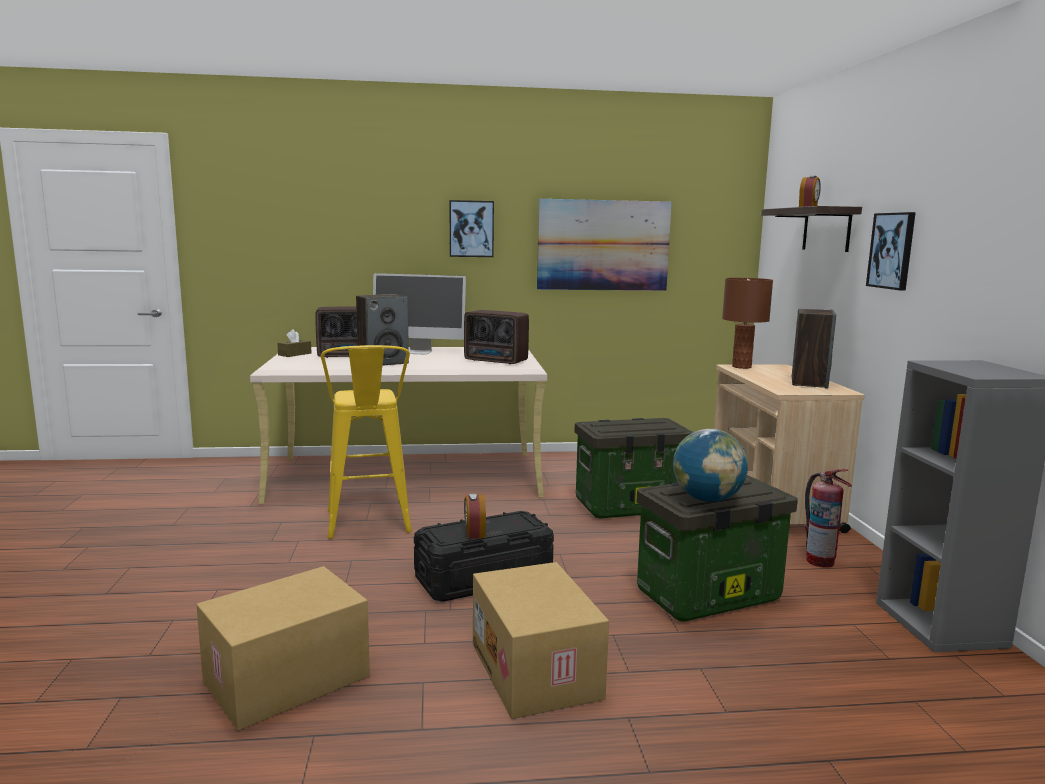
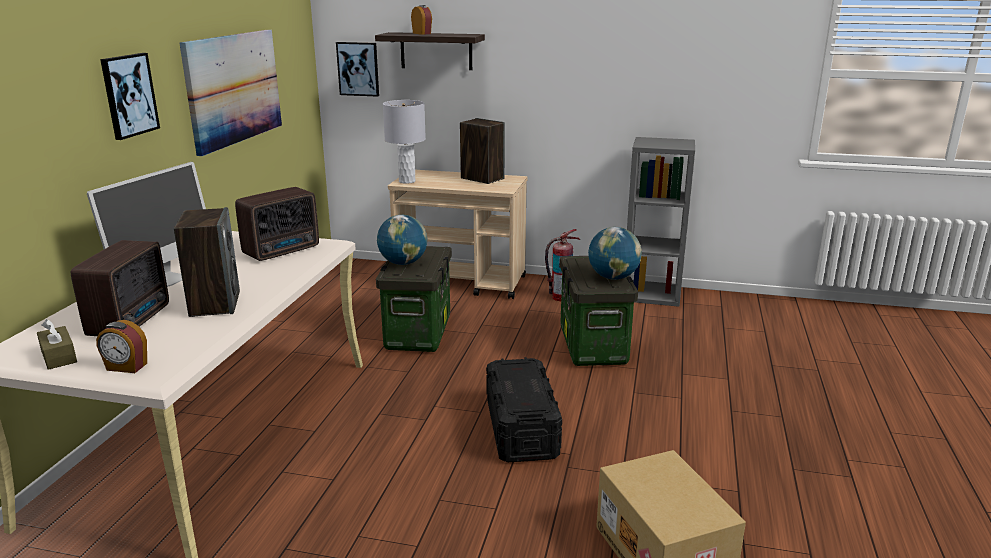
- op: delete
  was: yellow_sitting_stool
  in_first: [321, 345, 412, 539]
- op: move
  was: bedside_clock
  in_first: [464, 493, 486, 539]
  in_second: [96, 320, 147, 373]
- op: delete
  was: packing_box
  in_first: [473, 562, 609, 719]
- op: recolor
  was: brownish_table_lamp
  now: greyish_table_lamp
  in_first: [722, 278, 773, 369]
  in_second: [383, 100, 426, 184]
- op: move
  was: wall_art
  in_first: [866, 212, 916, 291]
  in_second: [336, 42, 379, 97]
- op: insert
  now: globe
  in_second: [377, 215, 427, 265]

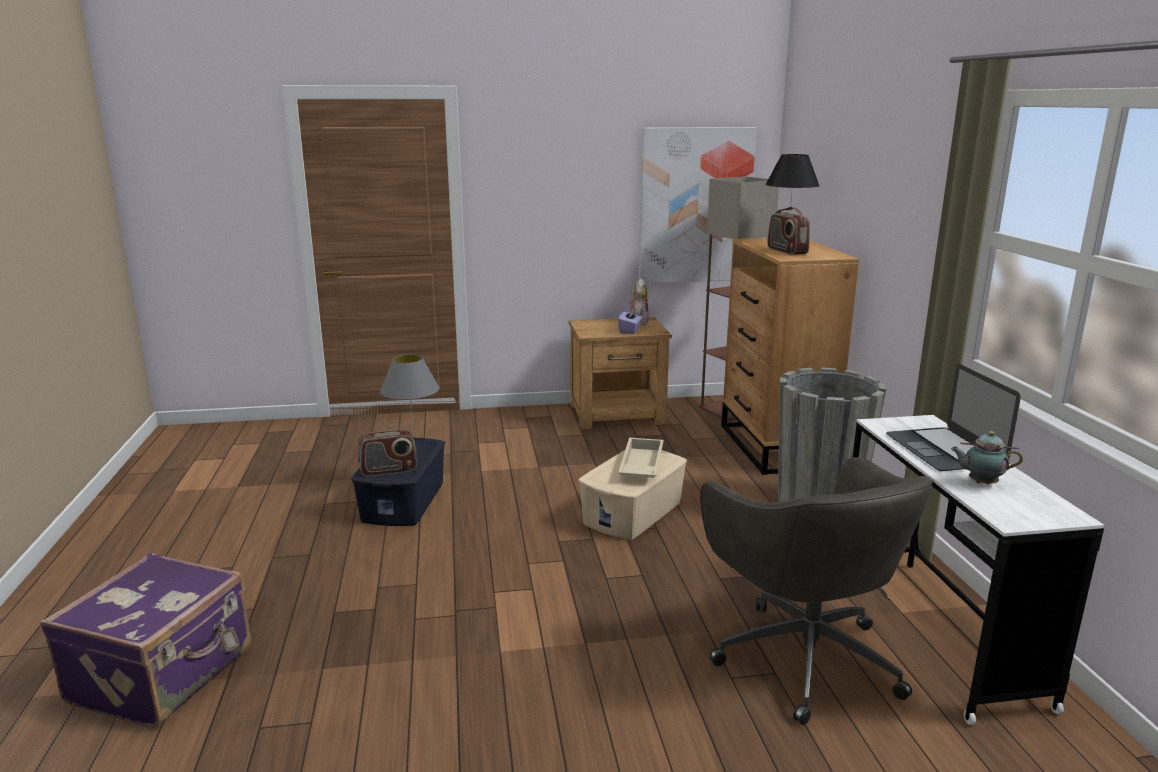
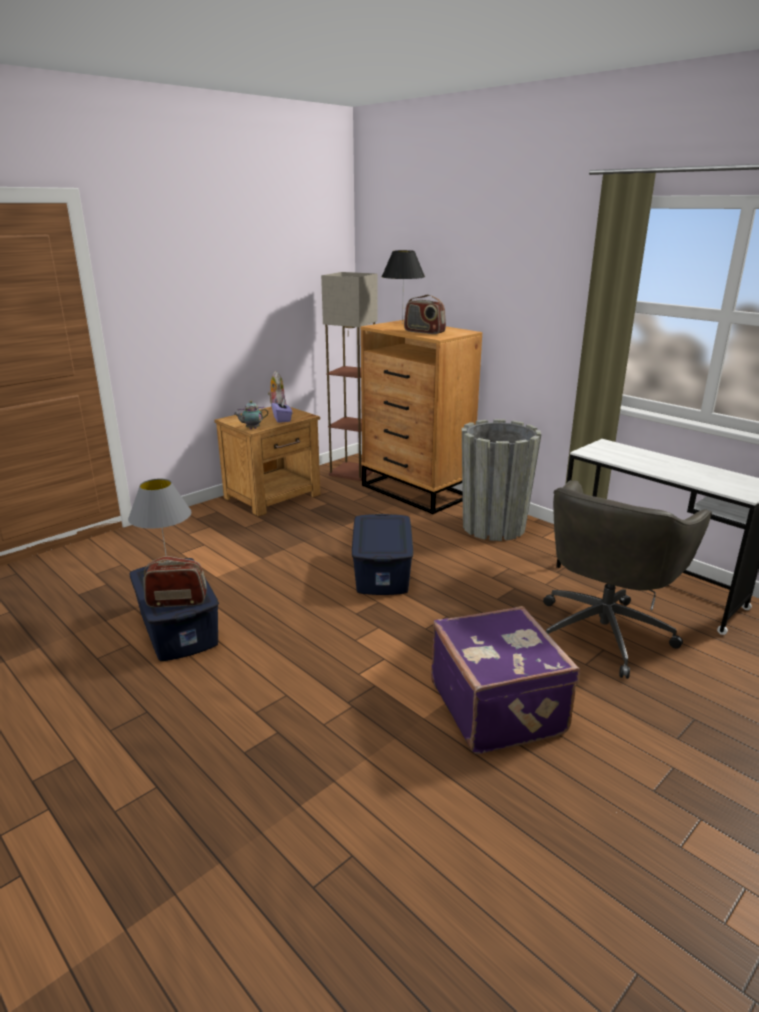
- op: move
  was: purple_piece_of_luggage
  in_first: [40, 553, 251, 728]
  in_second: [431, 606, 580, 754]
- op: rotate
  was: radio_receiver
  in_first: [358, 425, 417, 476]
  in_second: [143, 556, 207, 607]
  clockwise: -135
- op: recolor
  was: beige_storage_bin
  now: blue-coloured_storage_bin
  in_first: [578, 450, 687, 540]
  in_second: [352, 514, 413, 595]
- op: delete
  was: beige_serving_tray
  in_first: [618, 438, 664, 478]
- op: delete
  was: wall_art
  in_first: [639, 127, 756, 283]
- op: rotate
  was: greyish_computer_chair
  in_first: [700, 457, 934, 725]
  in_second: [543, 480, 712, 679]
  clockwise: 90
- op: delete
  was: laptop
  in_first: [886, 364, 1021, 471]
- op: move
  was: teapot
  in_first: [951, 431, 1023, 484]
  in_second: [234, 401, 268, 429]

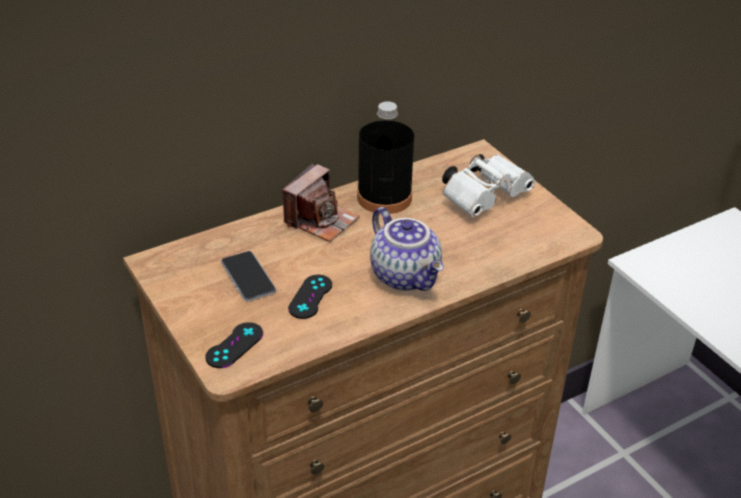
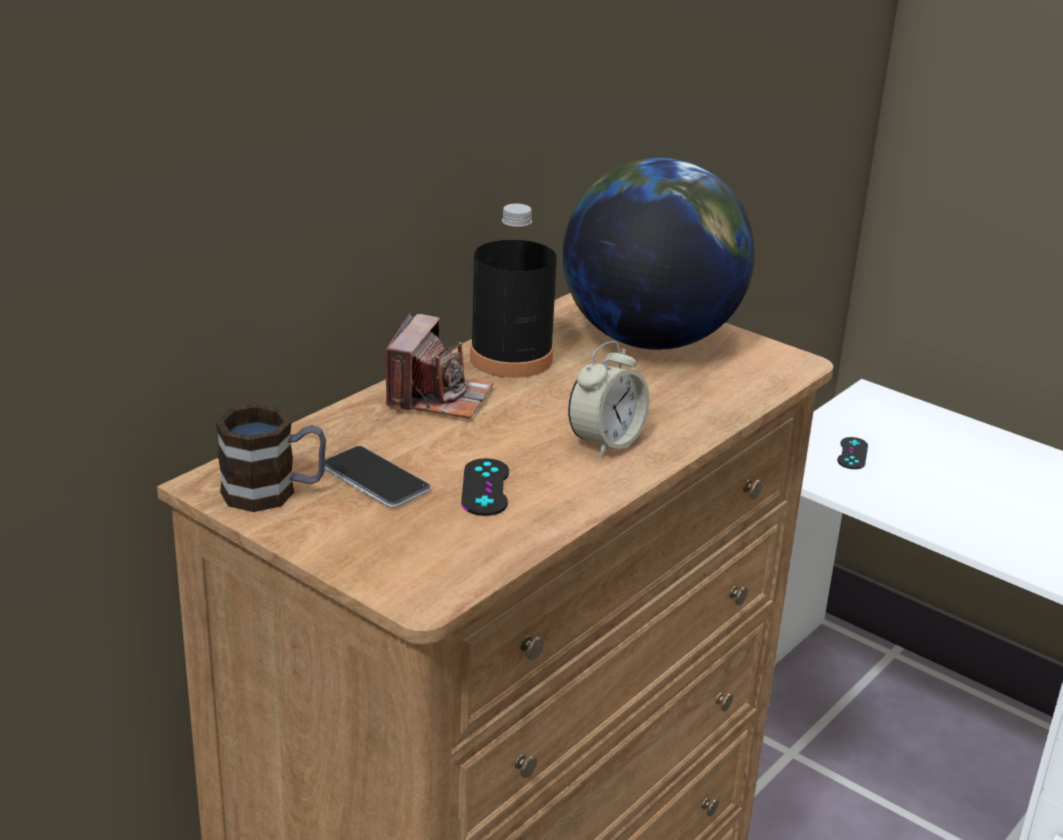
- op: move
  was: black-coloured_game_controller
  in_first: [205, 322, 263, 368]
  in_second: [837, 437, 868, 469]
- op: replace
  was: teapot
  now: bedside_clock
  in_first: [370, 207, 444, 291]
  in_second: [568, 341, 649, 457]
- op: replace
  was: whitish_pair_of_binoculars
  now: globe
  in_first: [442, 154, 535, 217]
  in_second: [563, 158, 755, 350]
- op: insert
  now: coffee_mug
  in_second: [216, 404, 326, 512]

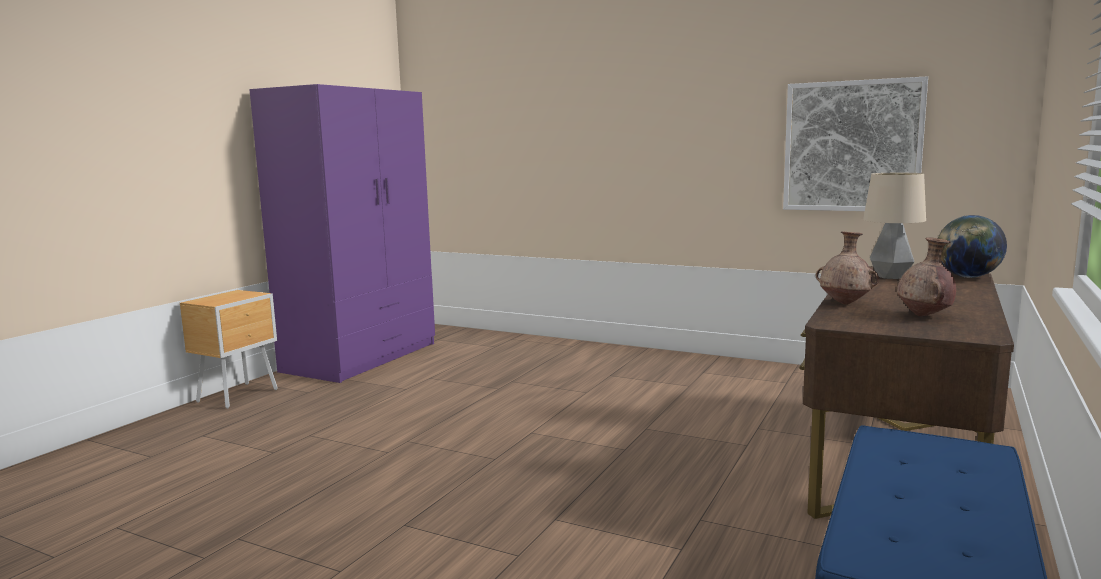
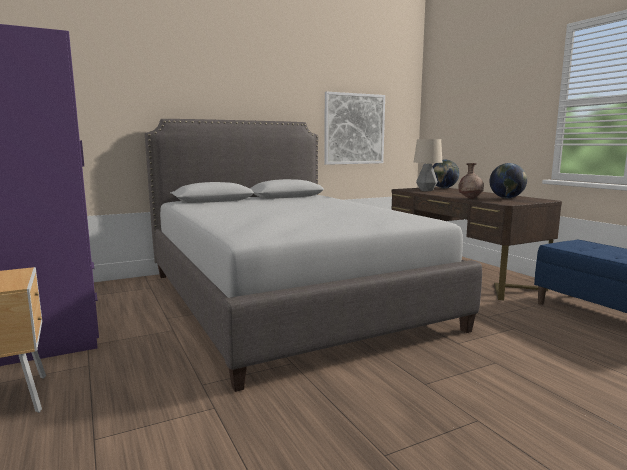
- op: replace
  was: brownish_decorative_vase
  now: globe
  in_first: [897, 237, 956, 316]
  in_second: [489, 163, 527, 198]
- op: insert
  now: greyish_sleeping_bed
  in_second: [145, 119, 482, 392]

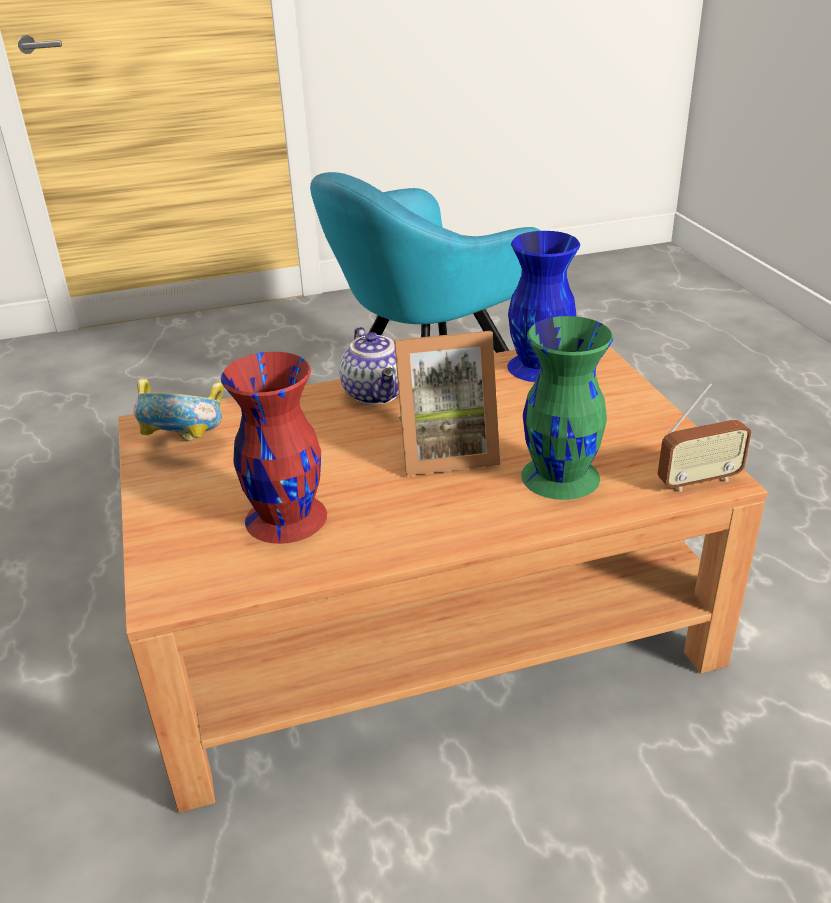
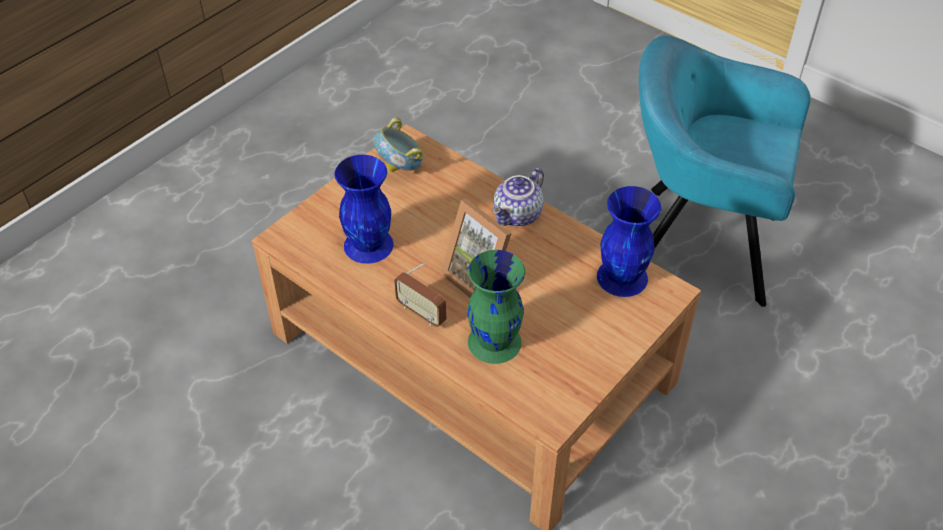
- op: recolor
  was: red_decorative_vase
  now: blue-coloured_decorative_vase
  in_first: [221, 352, 327, 544]
  in_second: [335, 155, 393, 264]
- op: move
  was: radio_receiver
  in_first: [658, 383, 752, 492]
  in_second: [394, 263, 446, 327]

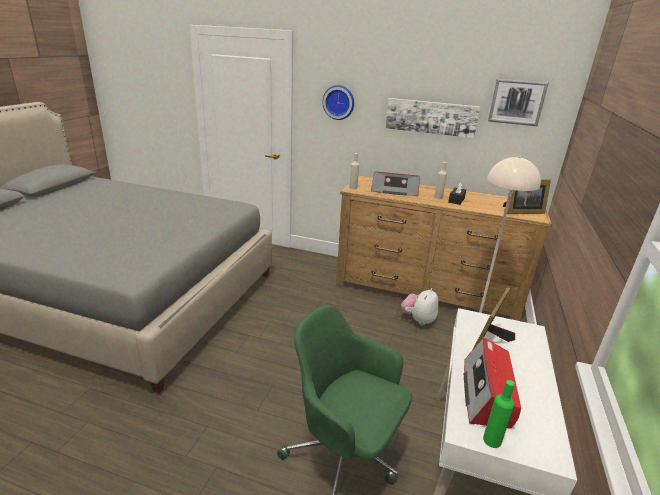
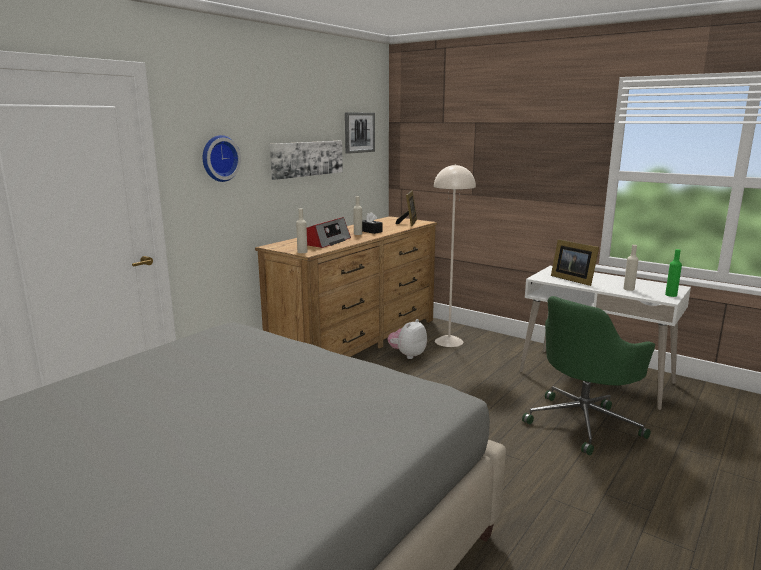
- op: rotate
  was: plush_toy
  in_first: [401, 288, 439, 326]
  in_second: [388, 319, 427, 359]
  clockwise: 75
- op: replace
  was: radio_receiver
  now: beige_bottle
  in_first: [464, 337, 521, 429]
  in_second: [623, 245, 639, 291]

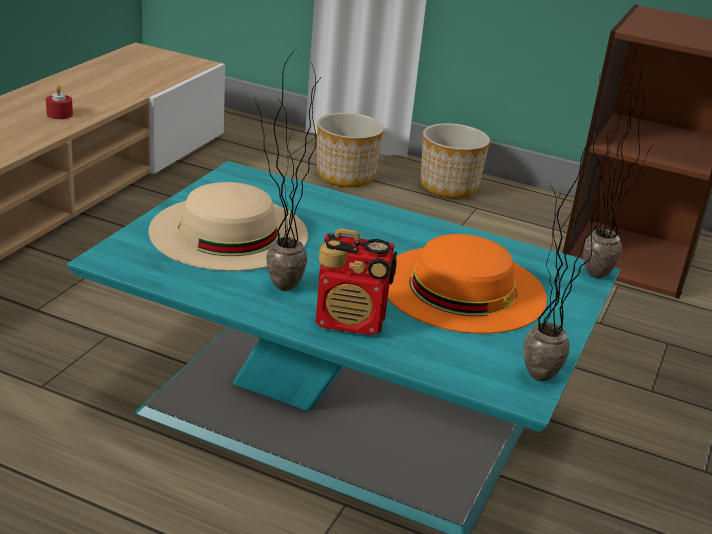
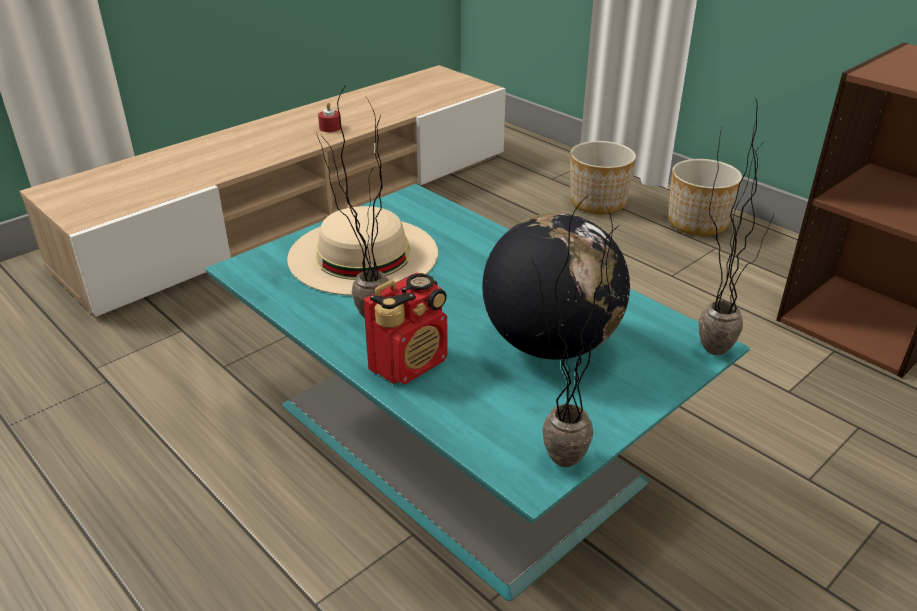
- op: rotate
  was: radio_receiver
  in_first: [316, 229, 397, 335]
  in_second: [363, 273, 448, 384]
  clockwise: -75
- op: replace
  was: orangey_wearable_hat
  now: globe
  in_first: [388, 234, 547, 334]
  in_second: [482, 213, 630, 360]

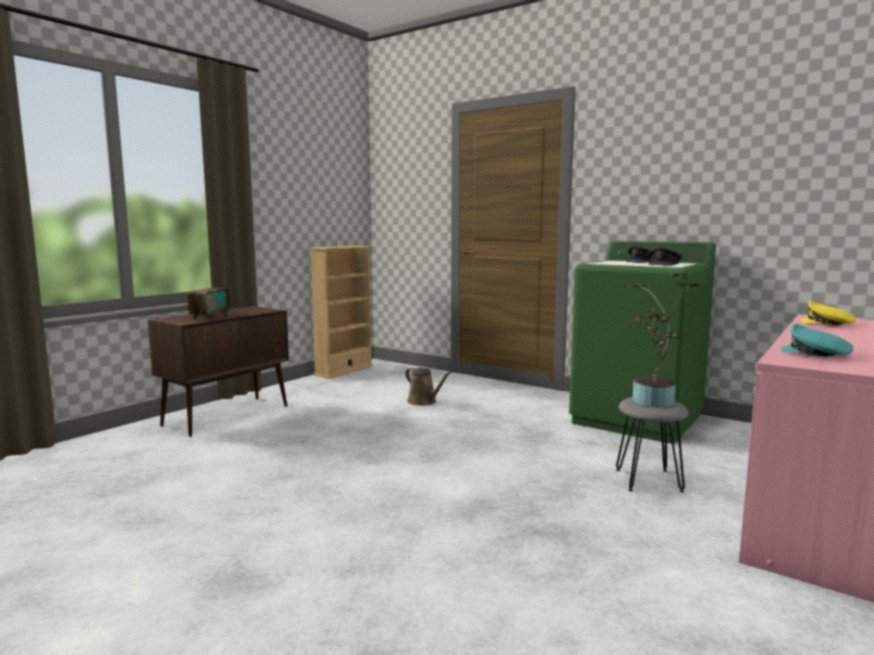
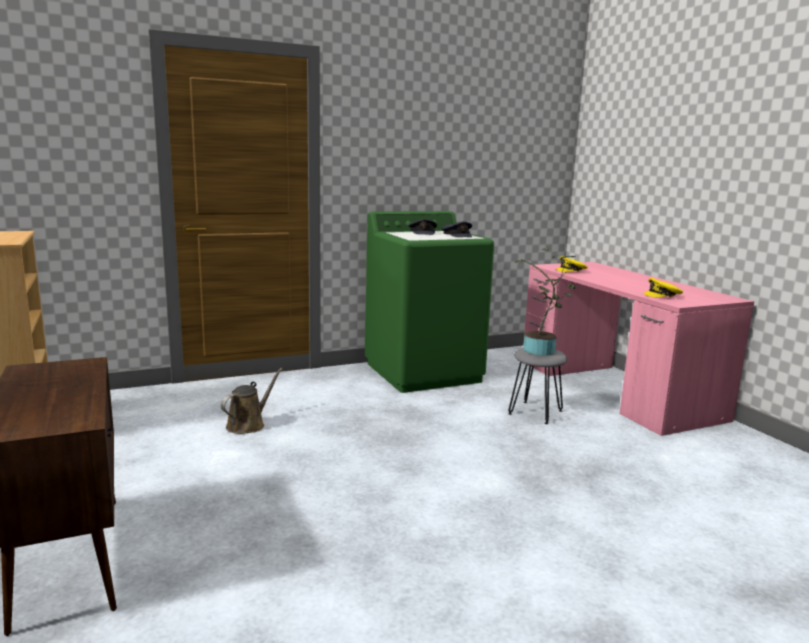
- op: delete
  was: radio_receiver
  in_first: [187, 266, 230, 320]
- op: rotate
  was: brownish_watering_can
  in_first: [405, 367, 452, 406]
  in_second: [221, 368, 283, 434]
  clockwise: -45
- op: recolor
  was: turquoise_cap
  now: yellow_cap
  in_first: [780, 323, 854, 357]
  in_second: [643, 278, 683, 297]

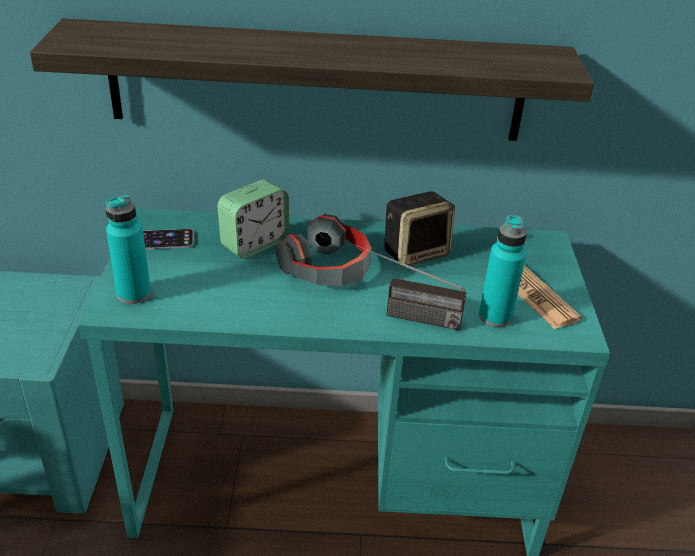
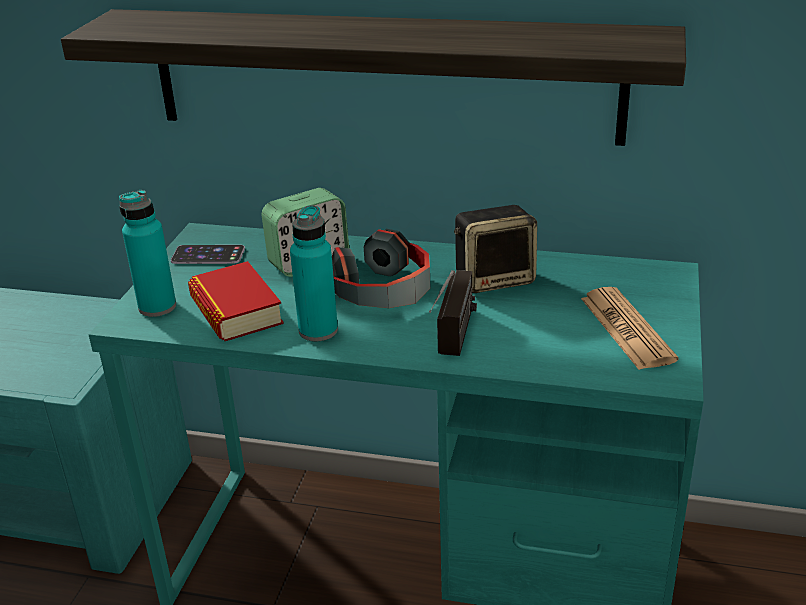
- op: rotate
  was: radio_receiver
  in_first: [355, 244, 467, 330]
  in_second: [429, 270, 477, 356]
  clockwise: -105
- op: move
  was: turquoise_bottle
  in_first: [479, 215, 527, 327]
  in_second: [290, 205, 338, 341]
- op: insert
  now: bound_book
  in_second: [188, 261, 284, 341]

